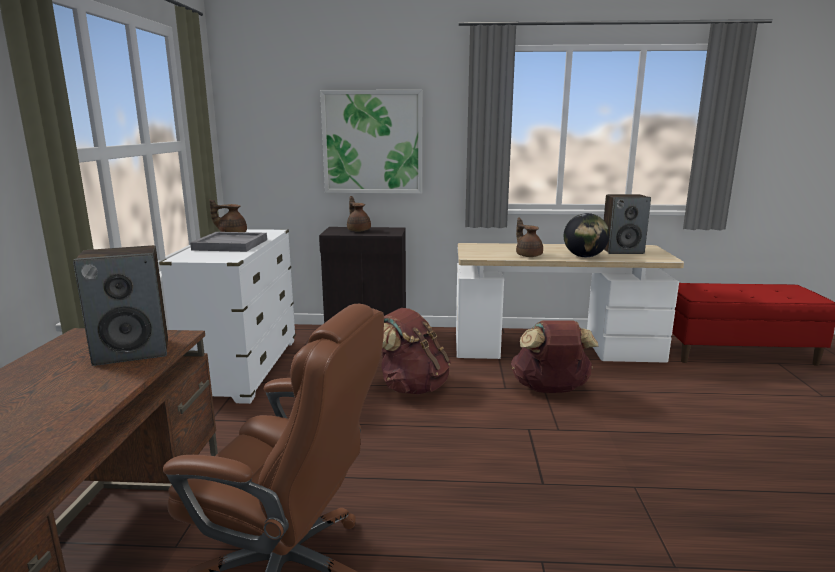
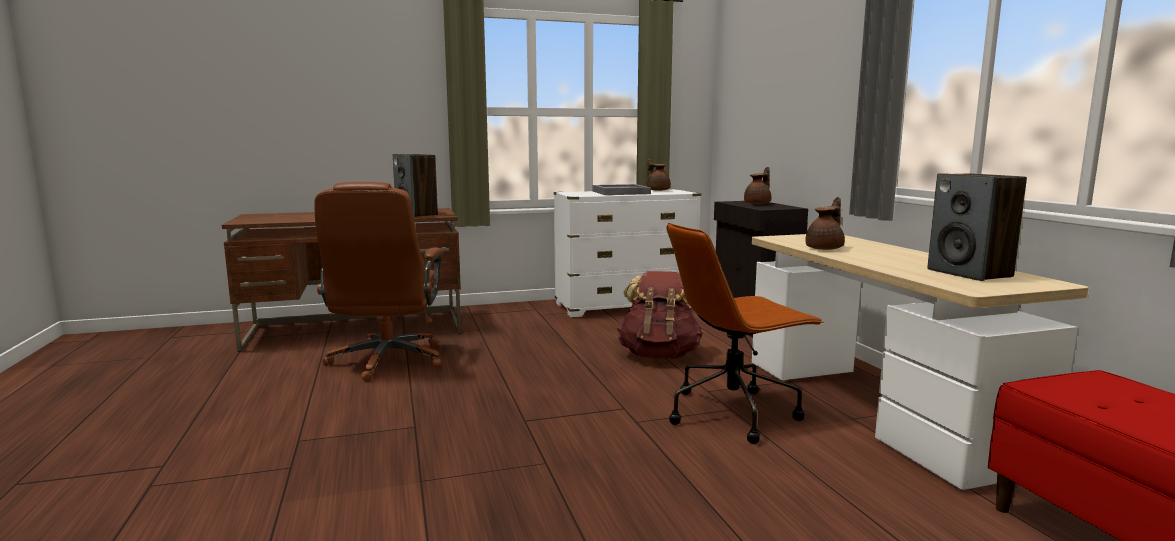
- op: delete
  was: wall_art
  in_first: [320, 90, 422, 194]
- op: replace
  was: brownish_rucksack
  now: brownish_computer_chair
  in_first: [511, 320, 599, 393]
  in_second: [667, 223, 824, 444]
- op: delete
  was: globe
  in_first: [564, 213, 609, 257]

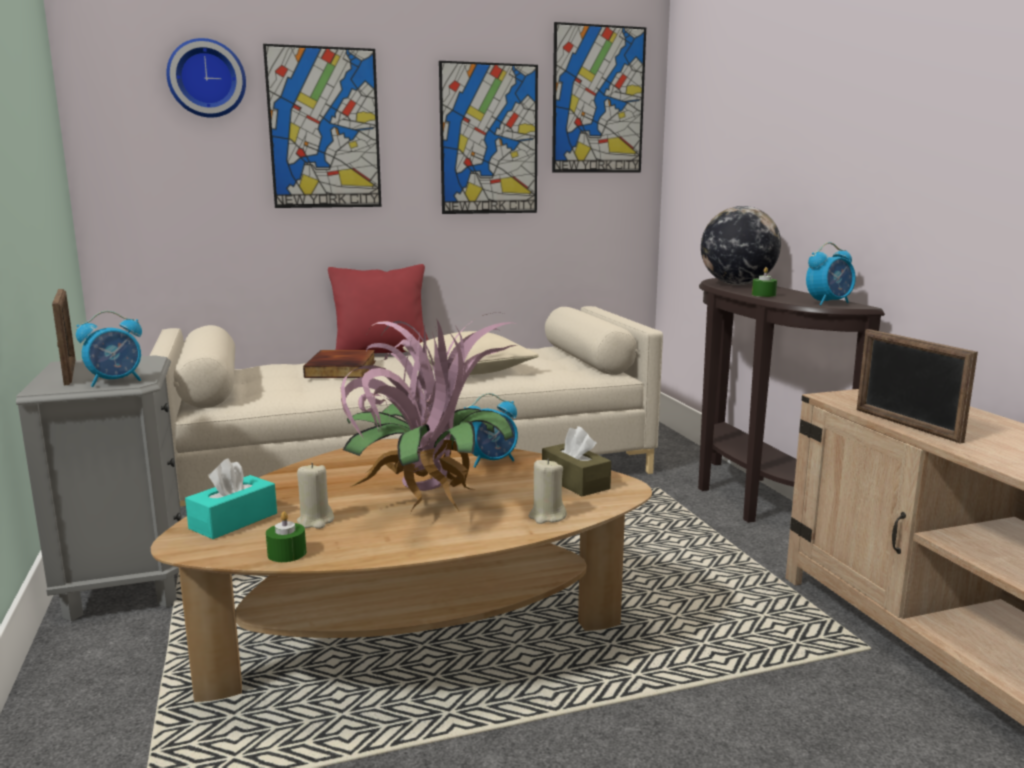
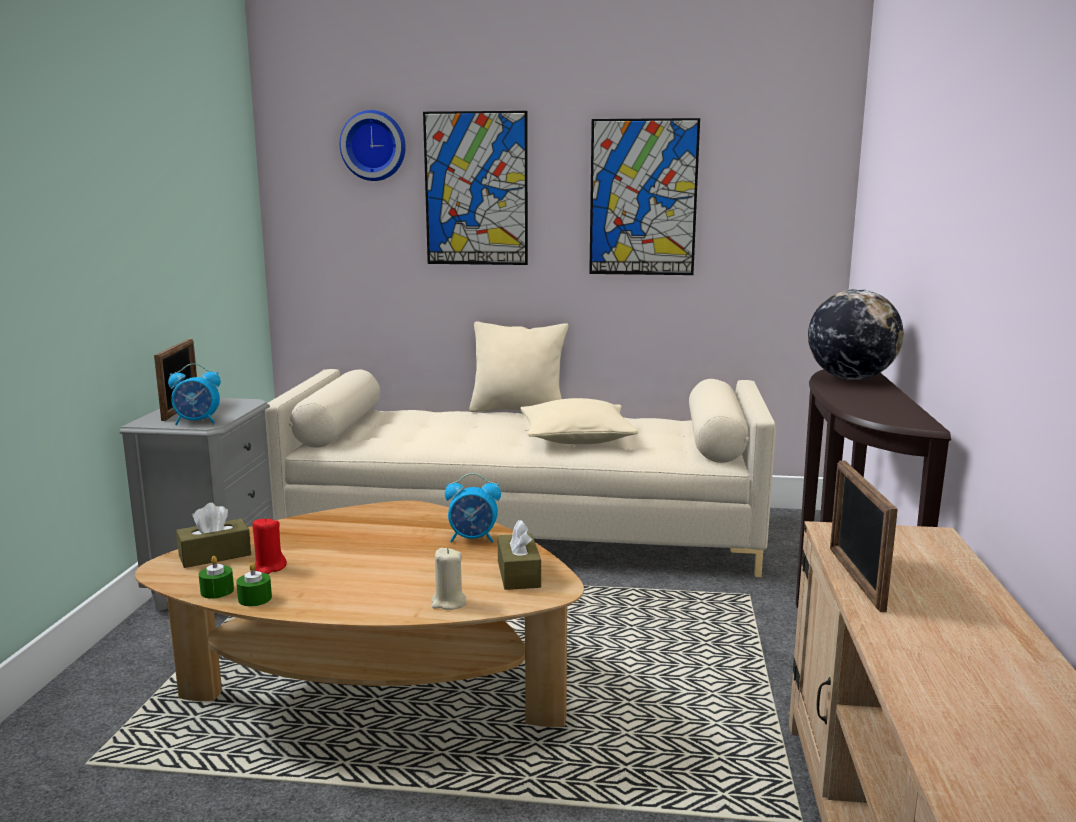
- op: recolor
  was: turquoise_tissue_box
  now: brownish_tissue_box
  in_first: [185, 458, 277, 539]
  in_second: [176, 503, 251, 568]
- op: recolor
  was: beige_wax_light
  now: red_wax_light
  in_first: [297, 463, 334, 529]
  in_second: [252, 517, 287, 574]
- op: delete
  was: bound_book
  in_first: [303, 350, 376, 378]
- op: recolor
  was: red_pillow
  now: beige_pillow
  in_first: [328, 264, 428, 353]
  in_second: [470, 321, 568, 412]
- op: delete
  was: plant_in_a_pot
  in_first: [340, 313, 518, 513]
- op: delete
  was: wall_art
  in_first: [552, 22, 646, 173]
- op: move
  was: green_wax_light
  in_first: [752, 267, 777, 297]
  in_second: [236, 563, 272, 606]
- op: delete
  was: bedside_clock
  in_first: [806, 242, 856, 305]

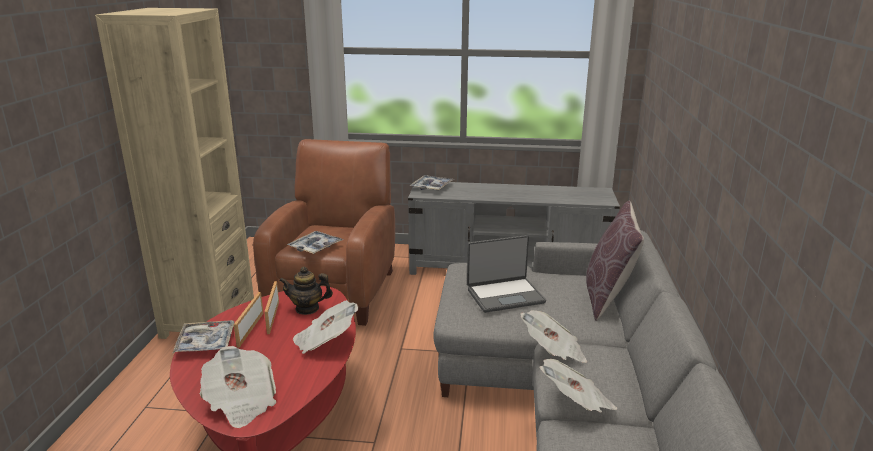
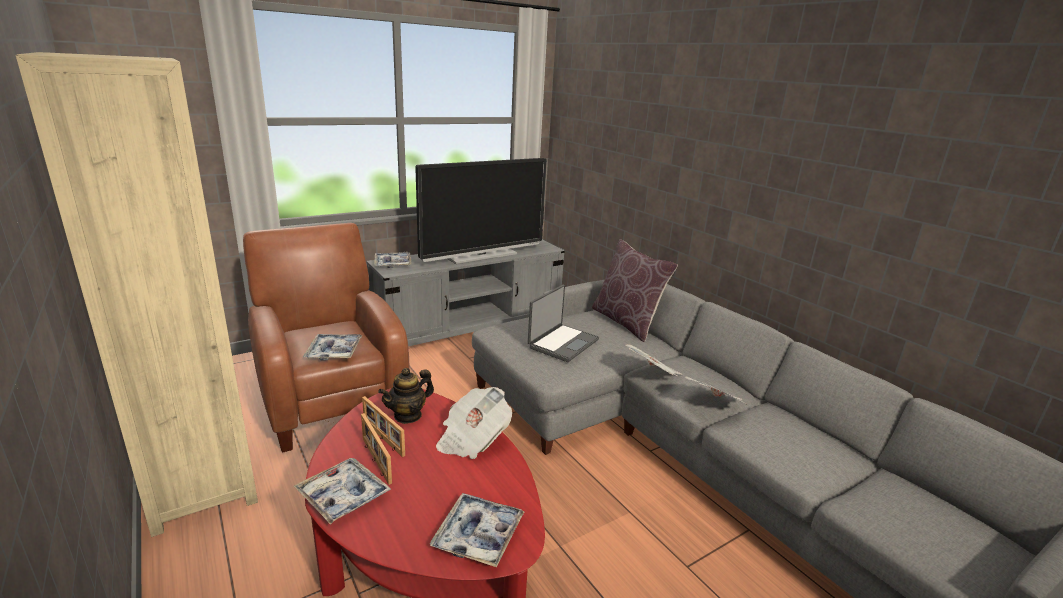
- op: replace
  was: printed_paper
  now: serving_tray
  in_first: [200, 346, 276, 428]
  in_second: [429, 493, 525, 567]
- op: insert
  now: TV
  in_second: [415, 158, 547, 264]

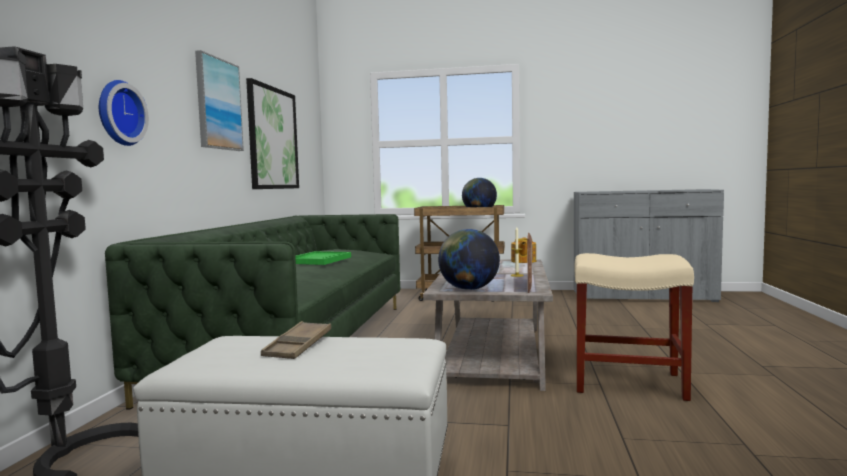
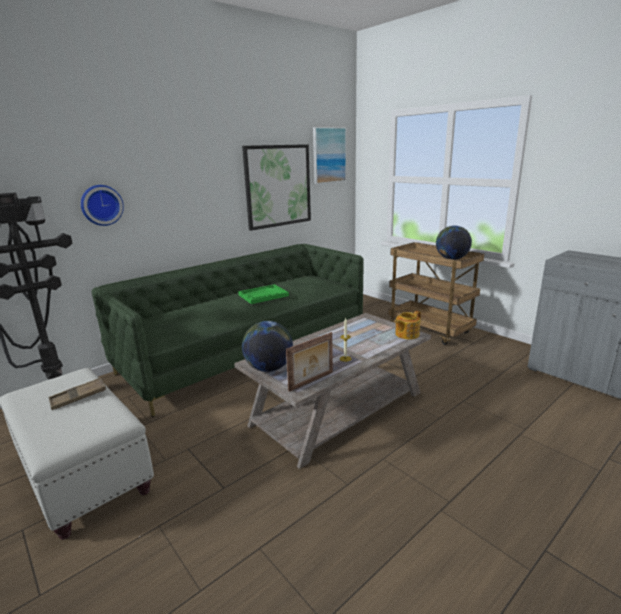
- op: move
  was: wall_art
  in_first: [195, 50, 244, 151]
  in_second: [313, 127, 346, 184]
- op: delete
  was: beige_sitting_stool
  in_first: [575, 253, 694, 401]

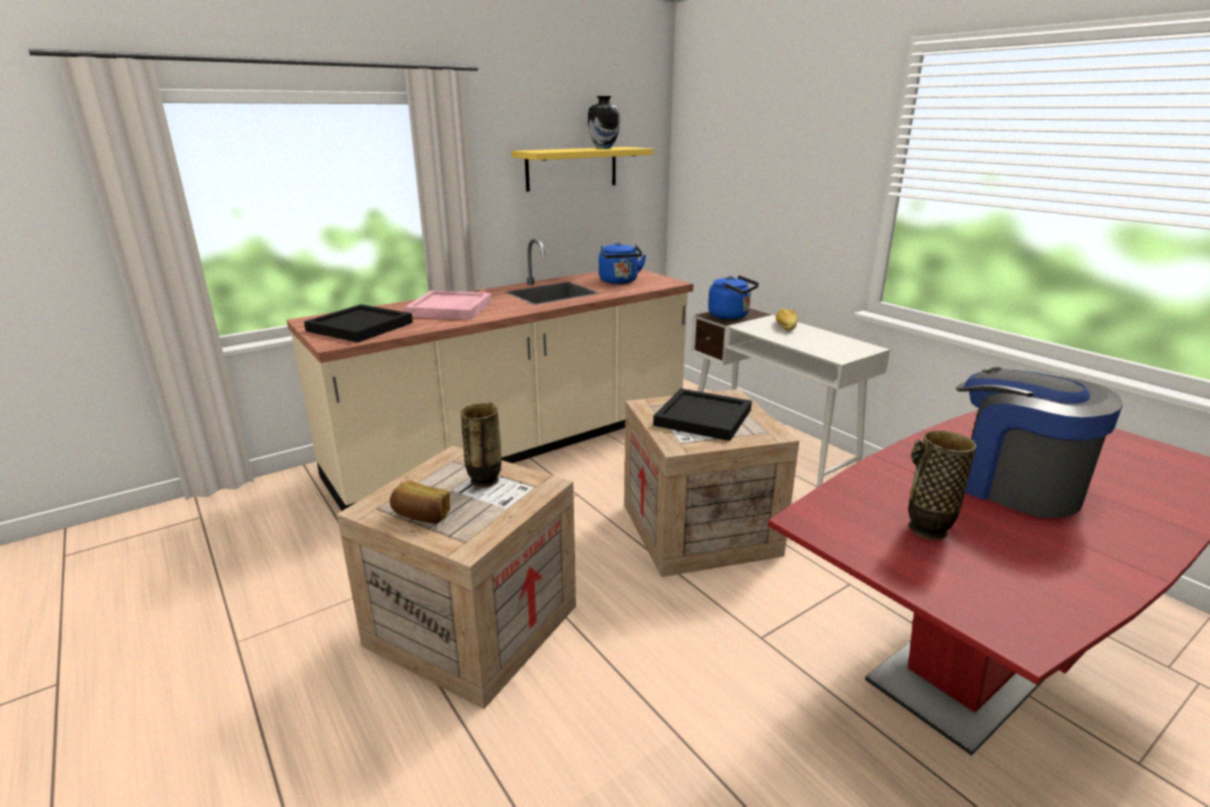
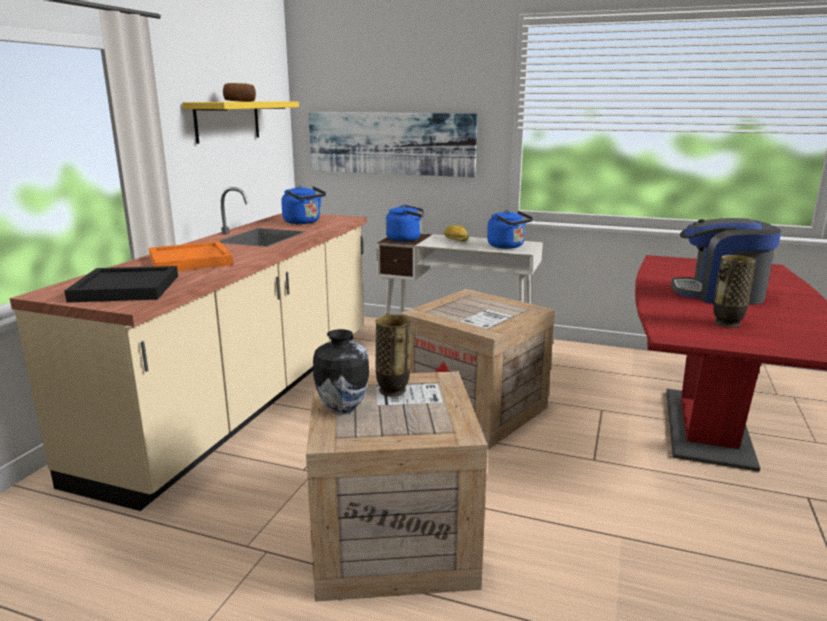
- op: move
  was: bakery_bread
  in_first: [390, 480, 450, 523]
  in_second: [223, 83, 256, 102]
- op: recolor
  was: pink-coloured_serving_tray
  now: orangey_serving_tray
  in_first: [404, 290, 492, 320]
  in_second: [149, 241, 233, 271]
- op: move
  was: decorative_vase
  in_first: [588, 96, 620, 149]
  in_second: [313, 329, 369, 415]
- op: delete
  was: black-coloured_serving_tray
  in_first: [653, 388, 752, 441]
- op: insert
  now: wall_art
  in_second: [309, 112, 477, 177]
- op: insert
  now: blue-coloured_kettle
  in_second: [487, 210, 533, 249]

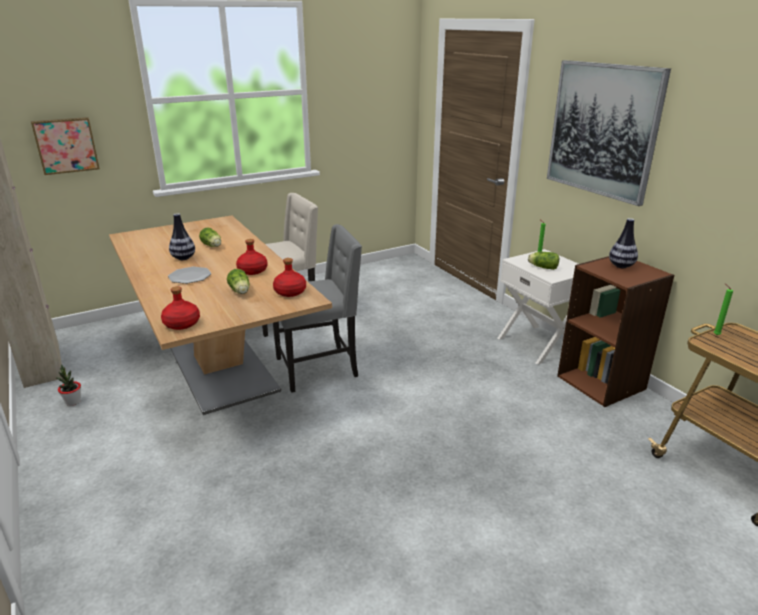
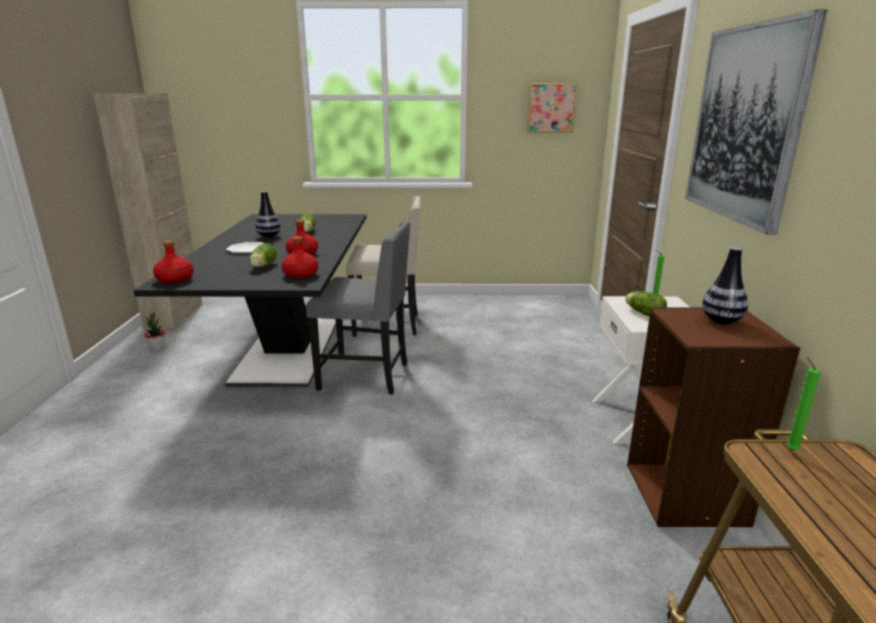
- op: move
  was: wall_art
  in_first: [31, 117, 100, 175]
  in_second: [527, 83, 577, 132]
- op: recolor
  was: beige_dining_table
  now: black-coloured_dining_table
  in_first: [109, 215, 332, 415]
  in_second: [134, 214, 366, 387]

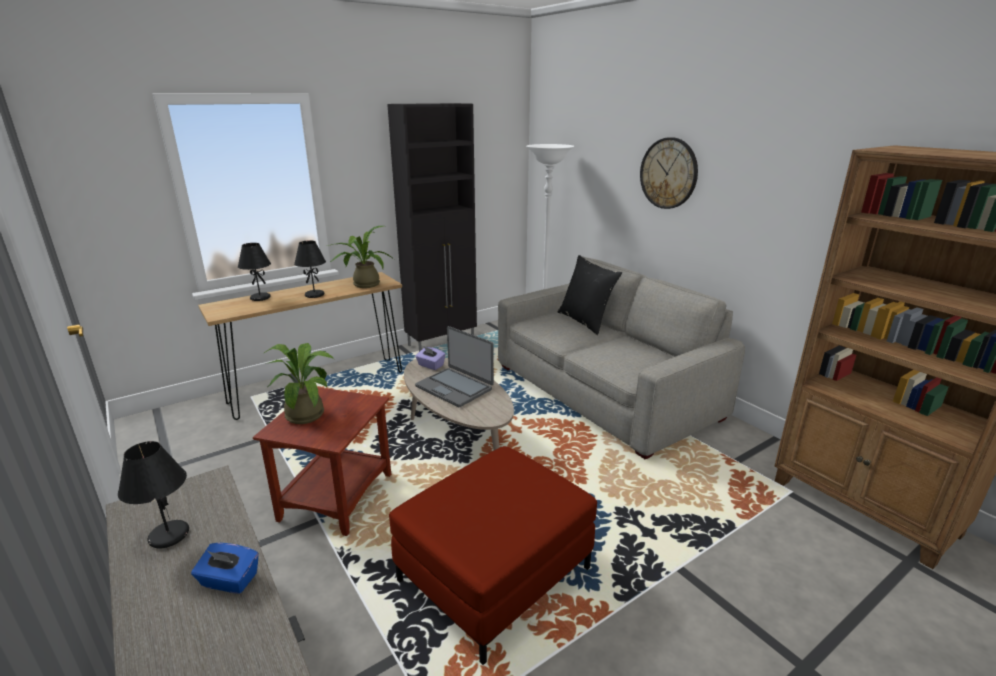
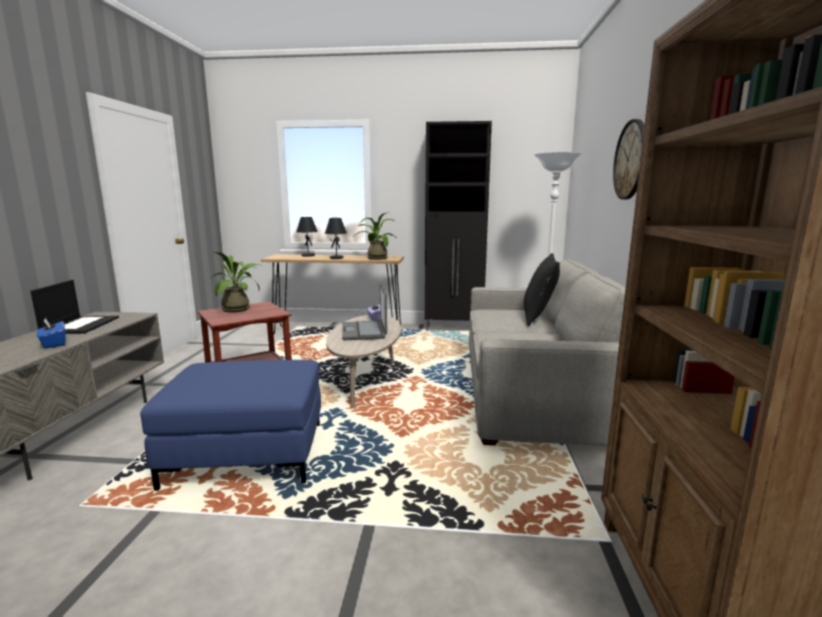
- op: replace
  was: black-coloured_table_lamp
  now: laptop
  in_first: [118, 441, 189, 548]
  in_second: [30, 280, 119, 334]
- op: recolor
  was: red_ottoman
  now: blue-coloured_ottoman
  in_first: [389, 446, 597, 665]
  in_second: [140, 360, 321, 491]

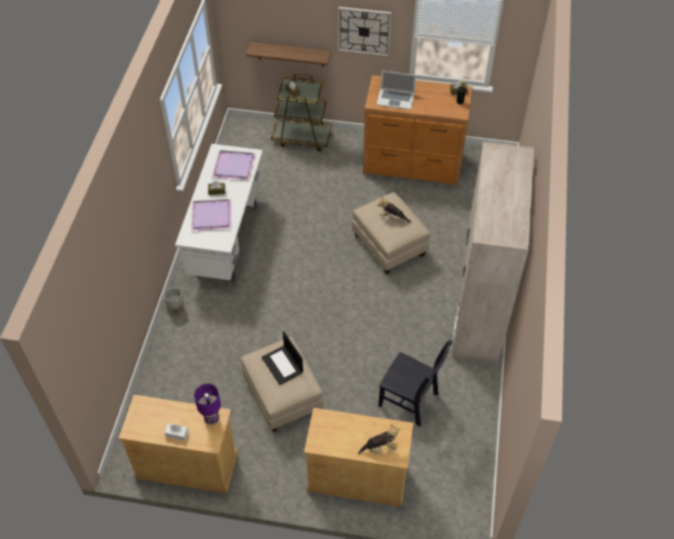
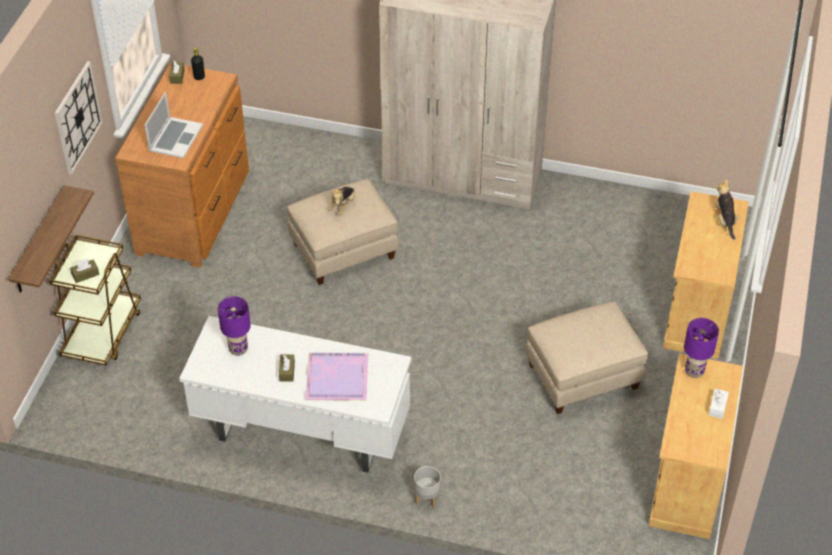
- op: replace
  was: purple_serving_tray
  now: purple_table_lamp
  in_first: [212, 150, 256, 180]
  in_second: [218, 296, 251, 356]
- op: delete
  was: laptop
  in_first: [262, 331, 303, 385]
- op: delete
  was: black-coloured_chair
  in_first: [378, 340, 452, 426]

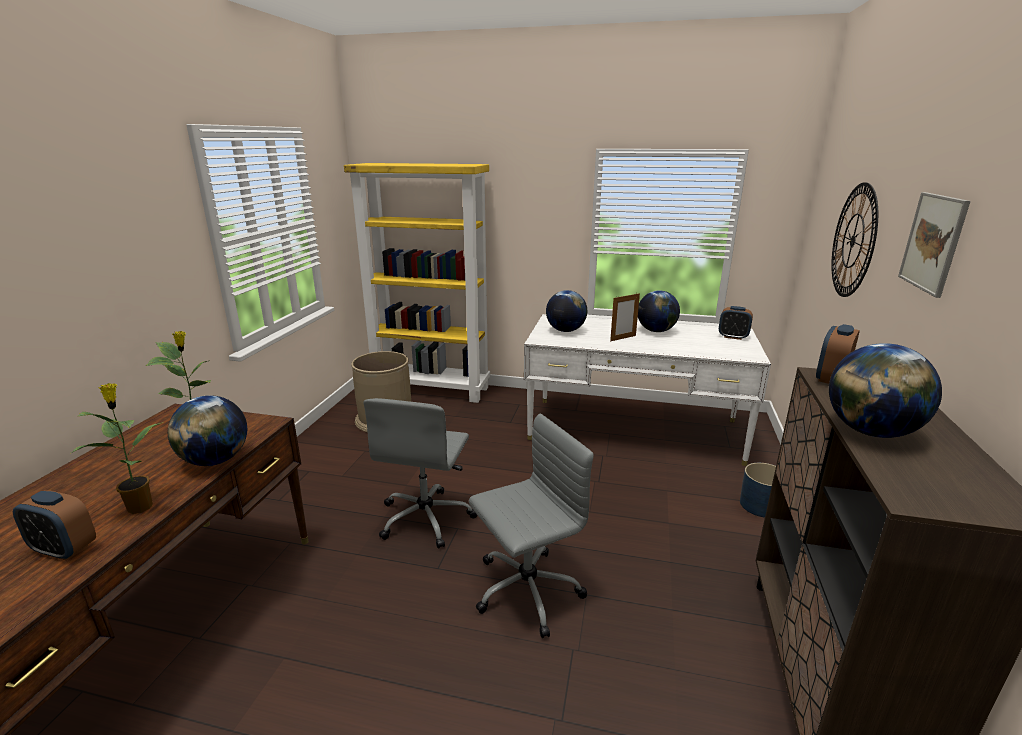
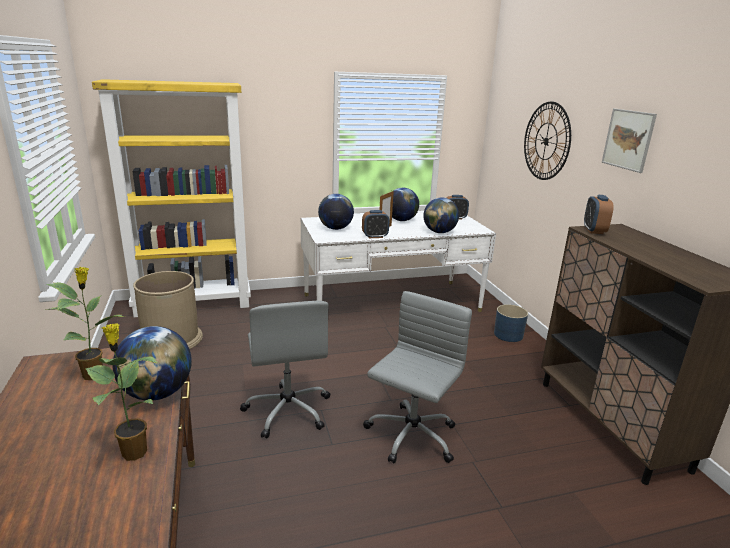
- op: move
  was: bedside_clock
  in_first: [13, 490, 96, 561]
  in_second: [362, 210, 390, 238]
- op: move
  was: globe
  in_first: [829, 343, 942, 438]
  in_second: [423, 197, 459, 233]

